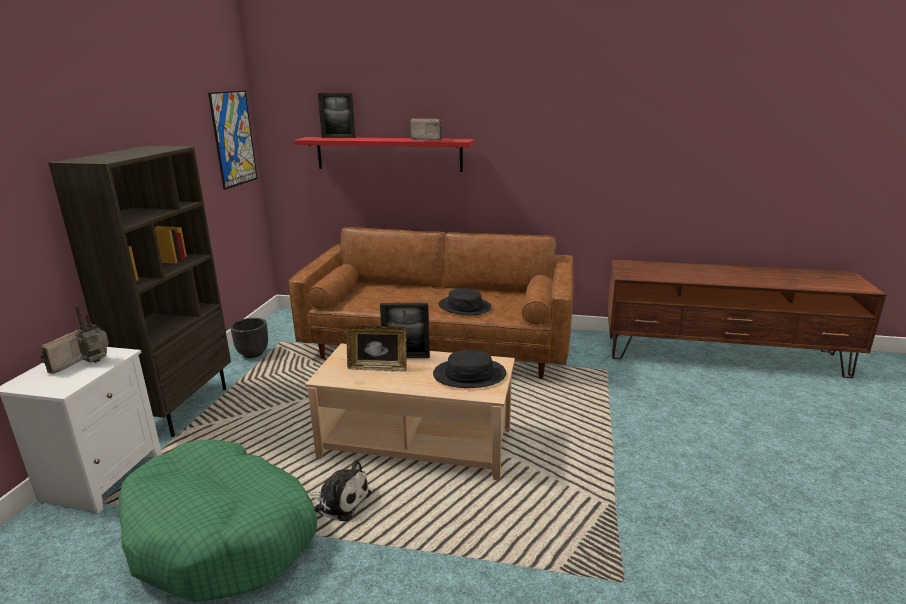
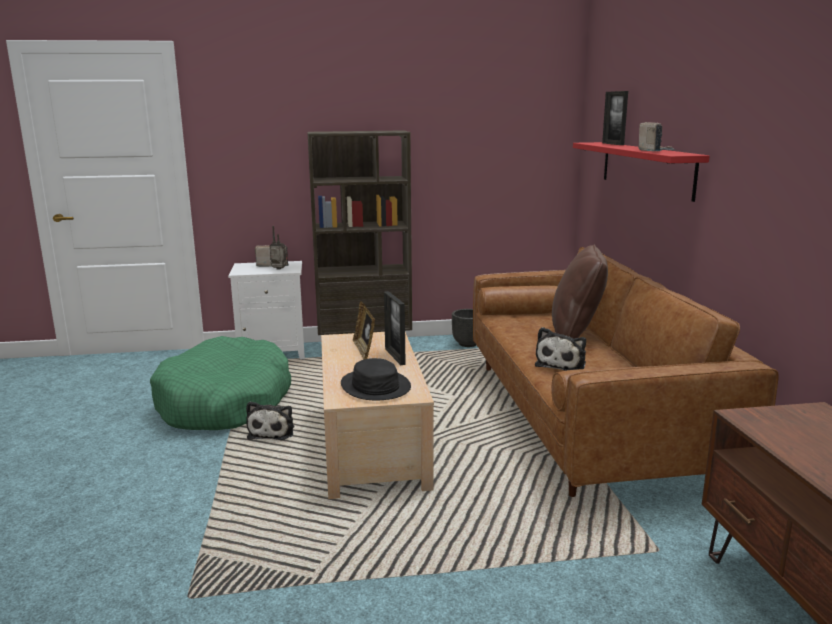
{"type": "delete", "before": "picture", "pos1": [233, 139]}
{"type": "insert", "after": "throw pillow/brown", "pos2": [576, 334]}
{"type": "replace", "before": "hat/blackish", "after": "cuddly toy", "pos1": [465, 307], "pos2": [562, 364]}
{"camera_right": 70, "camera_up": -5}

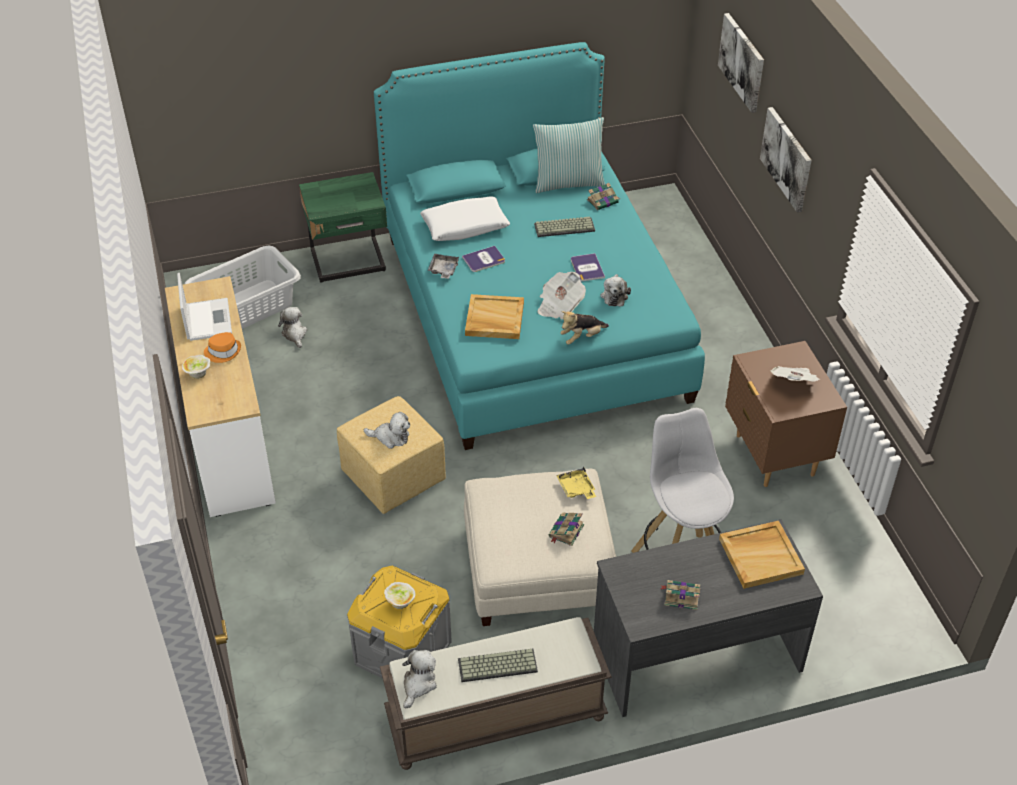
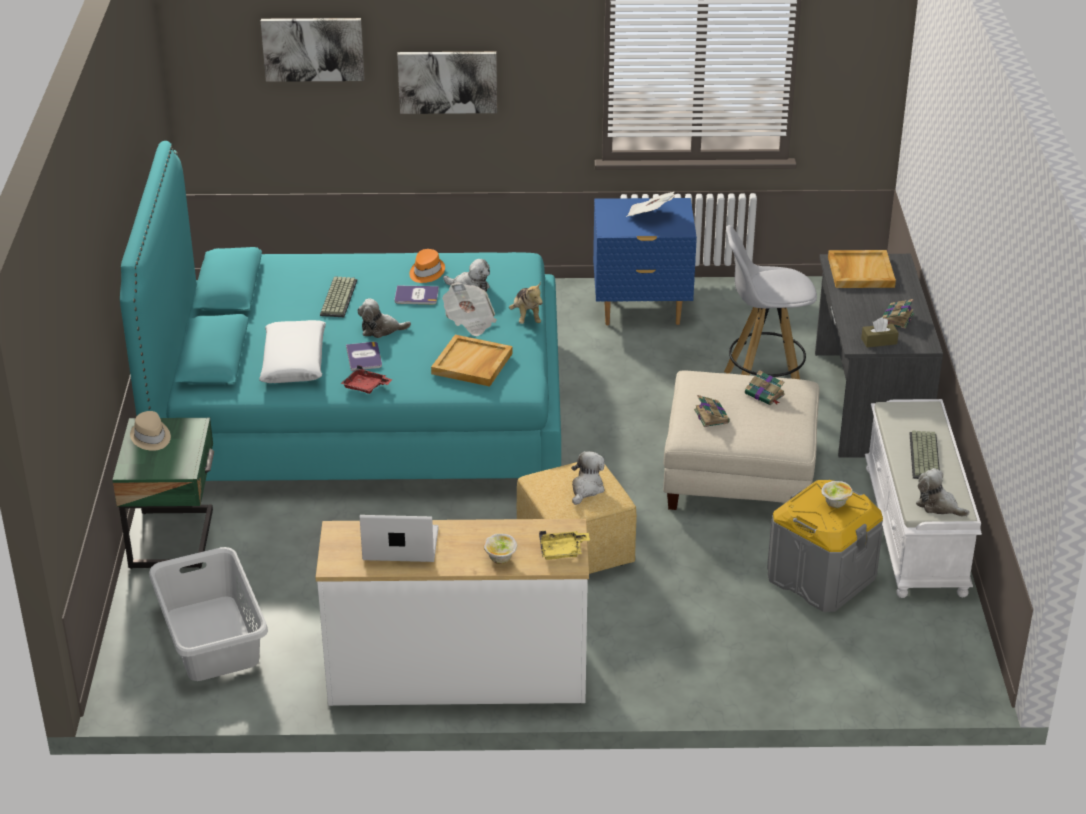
{"type": "delete", "before": "throw pillow", "pos1": [568, 182]}
{"type": "insert", "after": "hat/sand-coloured", "pos2": [151, 437]}
{"type": "insert", "after": "tissue holder/brown", "pos2": [879, 341]}
{"type": "move", "before": "hat/orange", "pos1": [223, 351], "pos2": [426, 272]}
{"type": "move", "before": "cuddly toy", "pos1": [294, 334], "pos2": [381, 329]}
{"type": "move", "before": "serving tray/yellowish", "pos1": [576, 489], "pos2": [562, 551]}
{"type": "move", "before": "bound book", "pos1": [603, 201], "pos2": [711, 416]}
{"type": "recolor", "before": "long seat/brown", "after": "long seat/white", "pos1": [495, 718], "pos2": [916, 531]}
{"type": "recolor", "before": "serving tray/gray", "after": "serving tray/reddish", "pos1": [443, 270], "pos2": [365, 387]}
{"type": "recolor", "before": "night table/brown", "after": "night table/blue", "pos1": [773, 455], "pos2": [641, 311]}
{"camera_right": -75, "camera_up": -10}

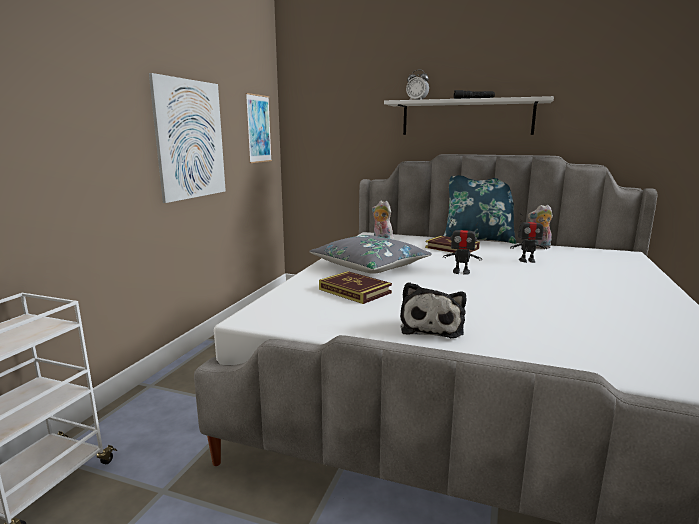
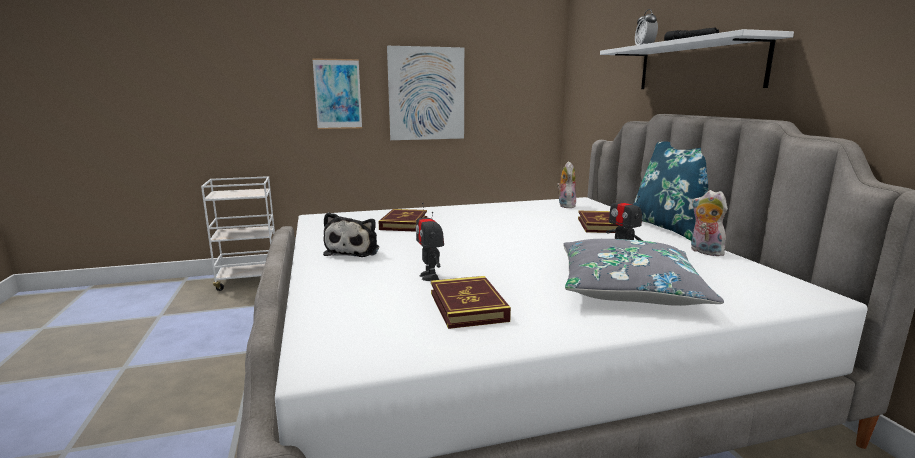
{"type": "insert", "after": "bound book", "pos2": [467, 306]}
{"type": "move", "before": "picture", "pos1": [258, 129], "pos2": [337, 94]}
{"type": "move", "before": "throw pillow/gray", "pos1": [370, 266], "pos2": [629, 288]}
{"type": "move", "before": "robot figure", "pos1": [461, 272], "pos2": [430, 276]}
{"type": "rotate", "before": "cuddly toy", "pos1": [432, 327], "pos2": [354, 251], "turn": -60}
{"camera_right": 55, "camera_up": 0}

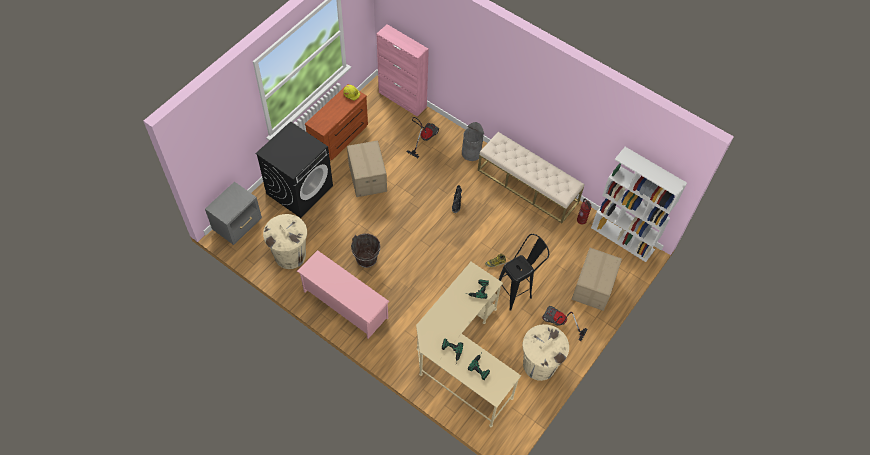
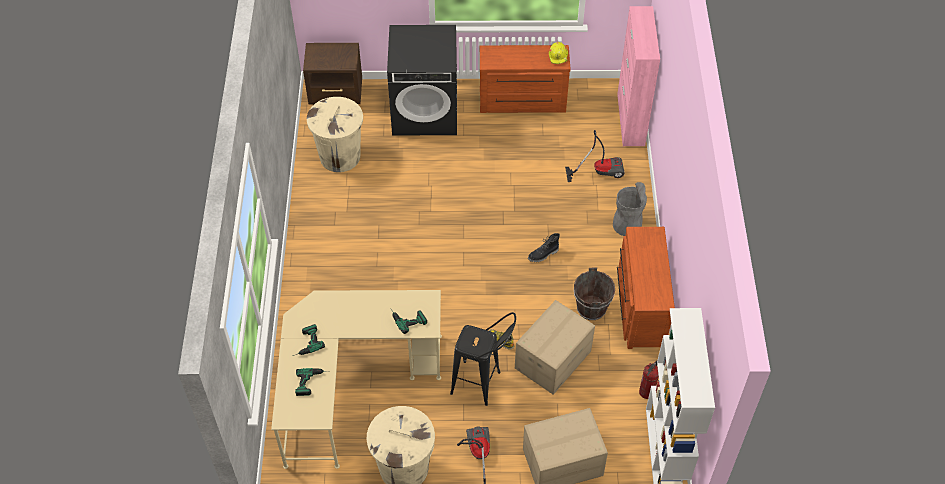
{"type": "delete", "before": "shoe stand/pink-coloured", "pos1": [345, 304]}
{"type": "move", "before": "cardboard box", "pos1": [367, 178], "pos2": [552, 359]}
{"type": "move", "before": "bucket/brown", "pos1": [366, 259], "pos2": [591, 308]}
{"type": "replace", "before": "long seat/sand-coloured", "after": "dresser/brown", "pos1": [528, 186], "pos2": [639, 307]}
{"type": "recolor", "before": "night table/gray", "after": "night table/brown", "pos1": [238, 225], "pos2": [337, 95]}
{"camera_right": 55, "camera_up": -5}

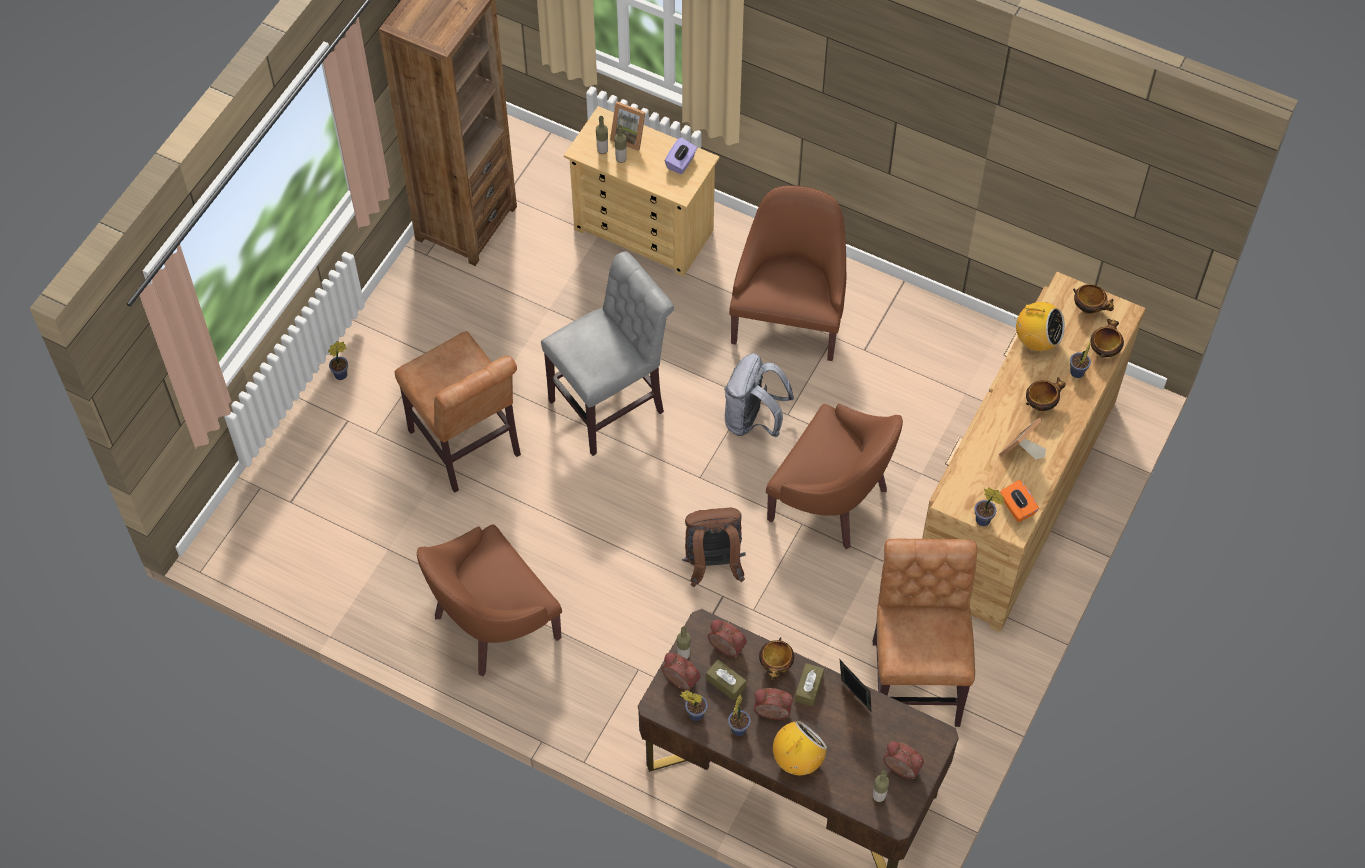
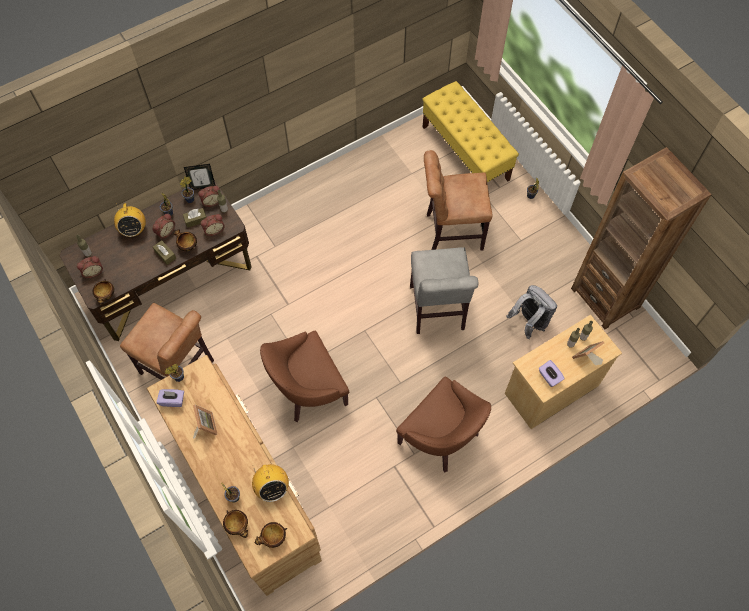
{"type": "delete", "before": "easy chair/brown", "pos1": [491, 623]}
{"type": "delete", "before": "knapsack/brown", "pos1": [713, 565]}
{"type": "insert", "after": "long seat/yellowish", "pos2": [465, 153]}
{"type": "move", "before": "knapsack/gray", "pos1": [753, 420], "pos2": [529, 322]}
{"type": "move", "before": "picture frame", "pos1": [853, 698], "pos2": [203, 186]}
{"type": "move", "before": "bowl", "pos1": [1041, 404], "pos2": [106, 296]}
{"type": "recolor", "before": "tissue holder/orange", "after": "tissue holder/purple-coloured", "pos1": [1017, 508], "pos2": [172, 400]}
{"type": "rotate", "before": "radio set", "pos1": [1036, 341], "pos2": [272, 487], "turn": -75}
{"camera_right": 120, "camera_up": 5}

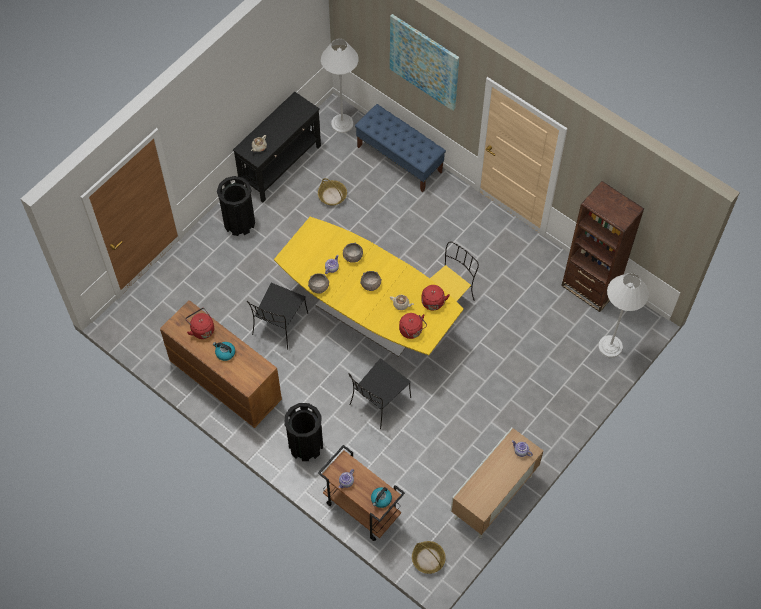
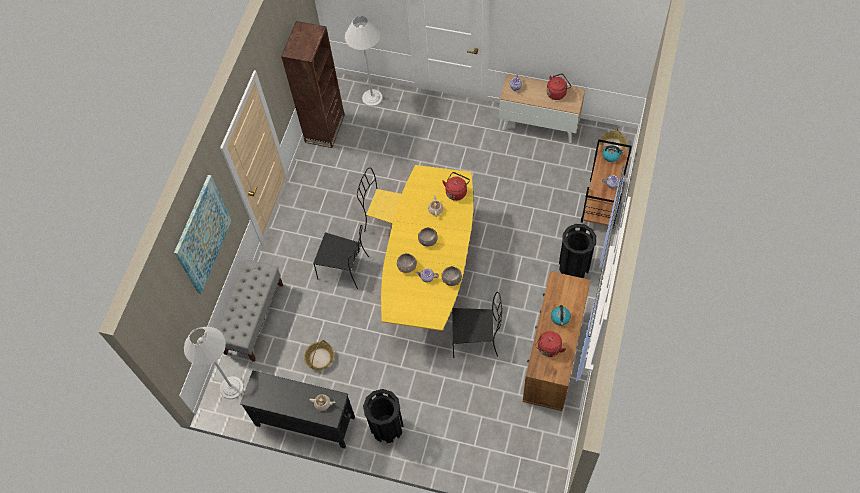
{"type": "move", "before": "chair/blackish", "pos1": [379, 402], "pos2": [344, 268]}
{"type": "move", "before": "tea kettle/reddish", "pos1": [433, 303], "pos2": [557, 92]}
{"type": "recolor", "before": "long seat/blue", "after": "long seat/gray", "pos1": [400, 159], "pos2": [254, 318]}
{"camera_right": -110, "camera_up": 0}

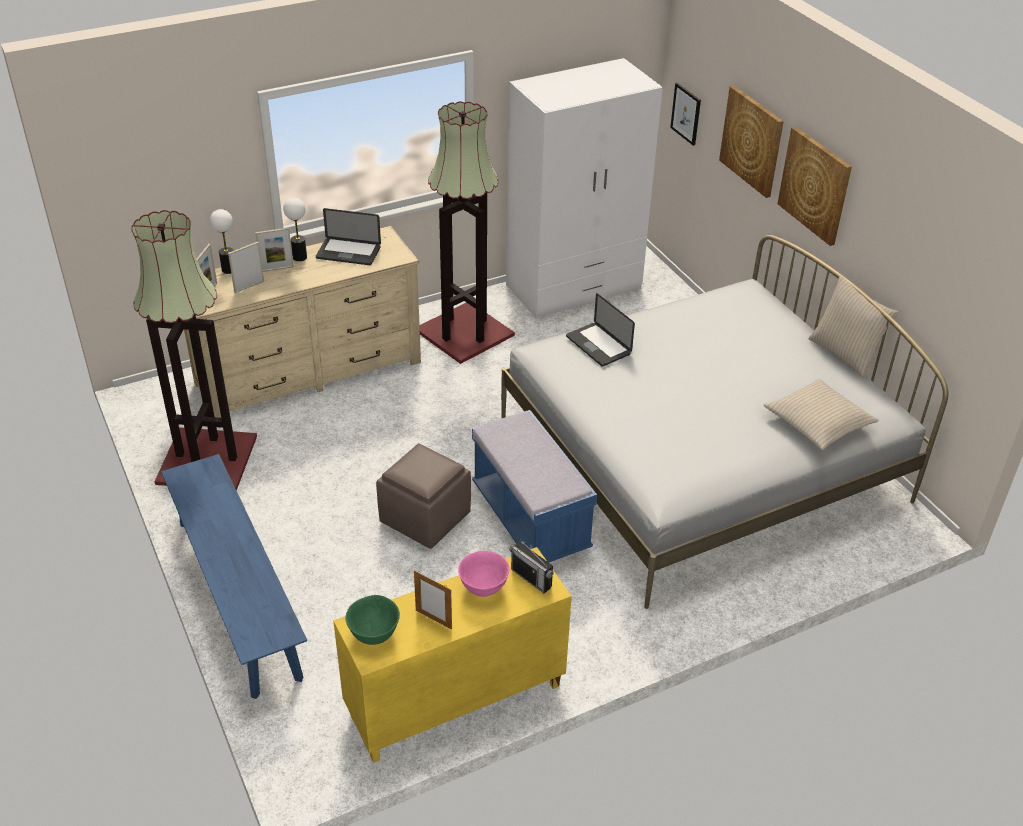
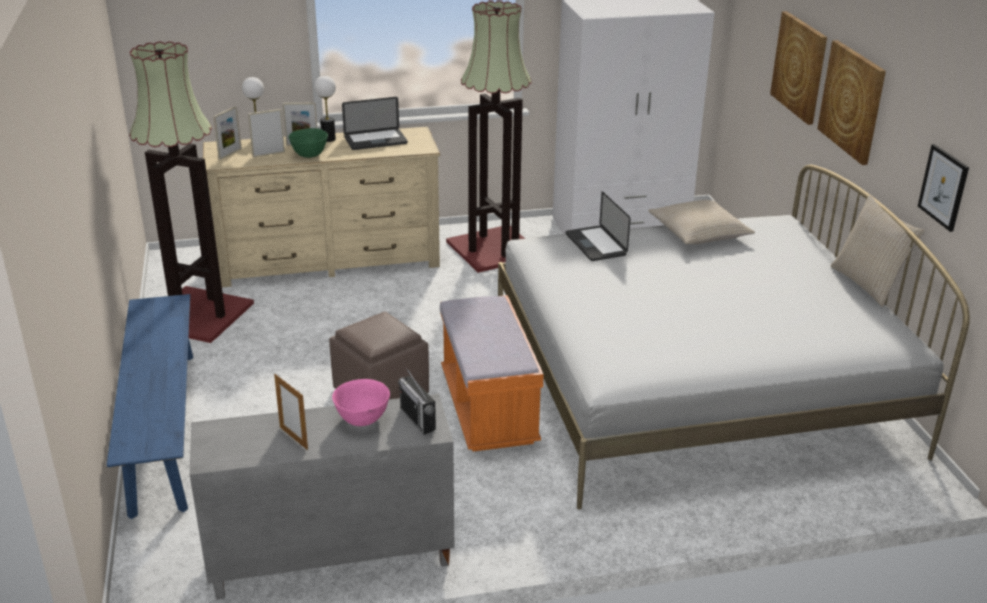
{"type": "move", "before": "bowl/green", "pos1": [374, 633], "pos2": [309, 154]}
{"type": "move", "before": "picture", "pos1": [686, 113], "pos2": [943, 187]}
{"type": "move", "before": "throw pillow/sand-coloured", "pos1": [818, 422], "pos2": [698, 232]}
{"type": "recolor", "before": "storage cabinet/yellowish", "after": "storage cabinet/gray", "pos1": [455, 702], "pos2": [330, 559]}
{"type": "recolor", "before": "long seat/blue", "after": "long seat/orange", "pos1": [530, 518], "pos2": [488, 409]}
{"type": "rotate", "before": "notebook computer", "pos1": [348, 253], "pos2": [375, 141], "turn": -45}
{"camera_right": 15, "camera_up": -10}

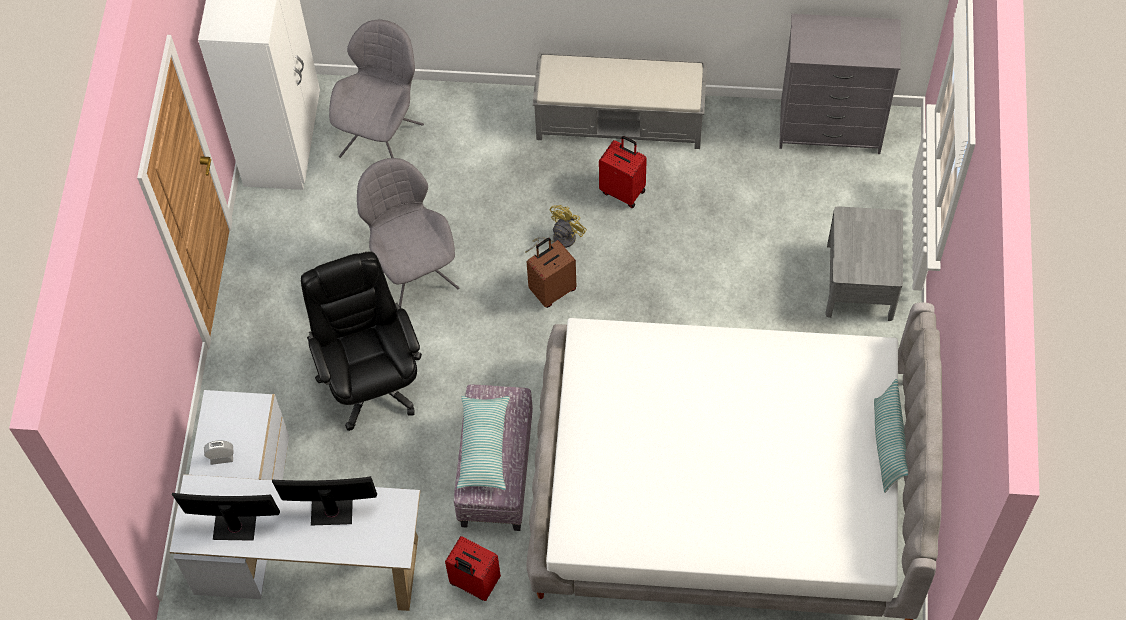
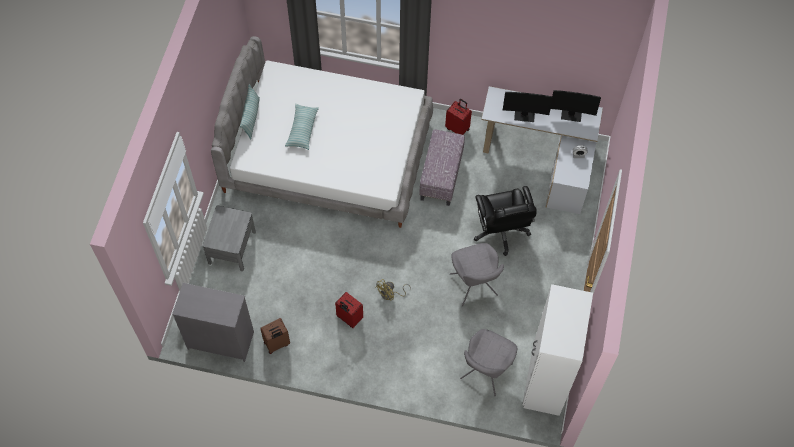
{"type": "delete", "before": "long seat/gray", "pos1": [621, 121]}
{"type": "move", "before": "throw pillow", "pos1": [484, 447], "pos2": [302, 129]}
{"type": "move", "before": "travel case/brown", "pos1": [552, 290], "pos2": [277, 344]}
{"camera_right": -175, "camera_up": 0}

